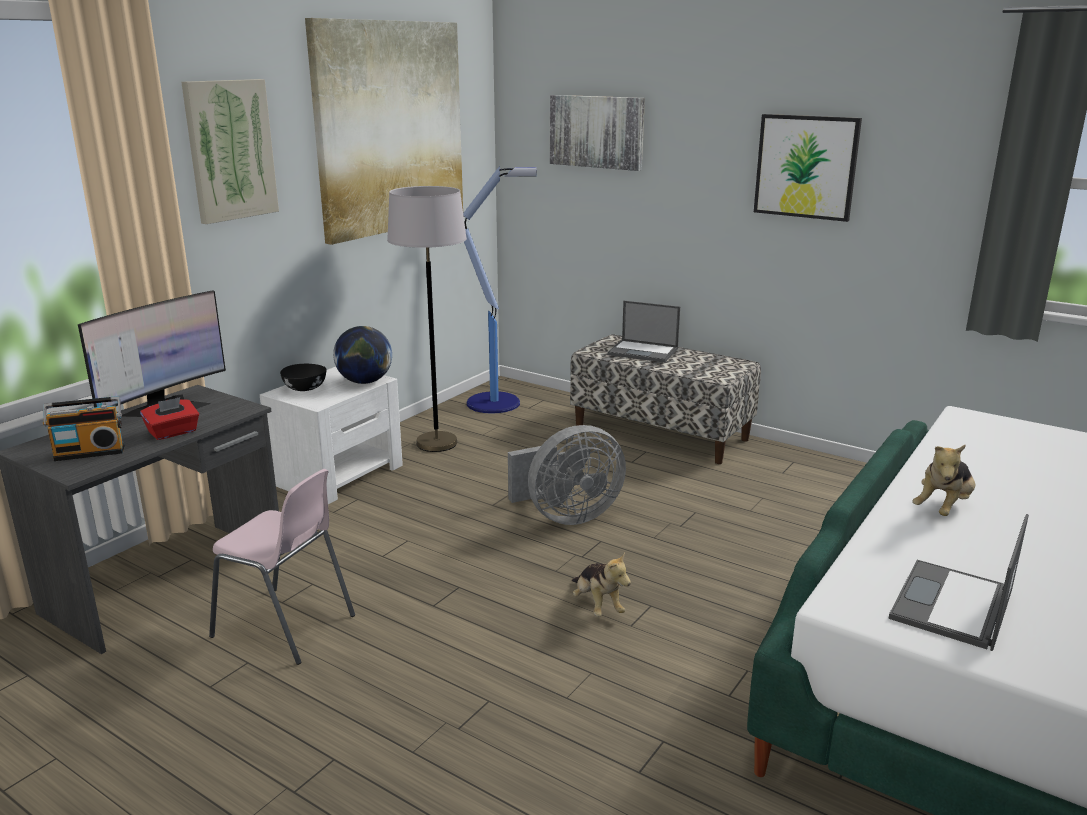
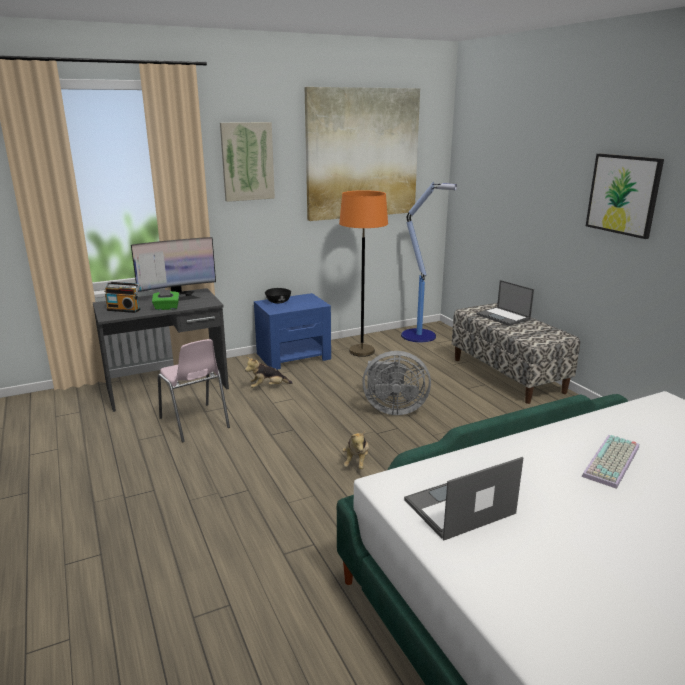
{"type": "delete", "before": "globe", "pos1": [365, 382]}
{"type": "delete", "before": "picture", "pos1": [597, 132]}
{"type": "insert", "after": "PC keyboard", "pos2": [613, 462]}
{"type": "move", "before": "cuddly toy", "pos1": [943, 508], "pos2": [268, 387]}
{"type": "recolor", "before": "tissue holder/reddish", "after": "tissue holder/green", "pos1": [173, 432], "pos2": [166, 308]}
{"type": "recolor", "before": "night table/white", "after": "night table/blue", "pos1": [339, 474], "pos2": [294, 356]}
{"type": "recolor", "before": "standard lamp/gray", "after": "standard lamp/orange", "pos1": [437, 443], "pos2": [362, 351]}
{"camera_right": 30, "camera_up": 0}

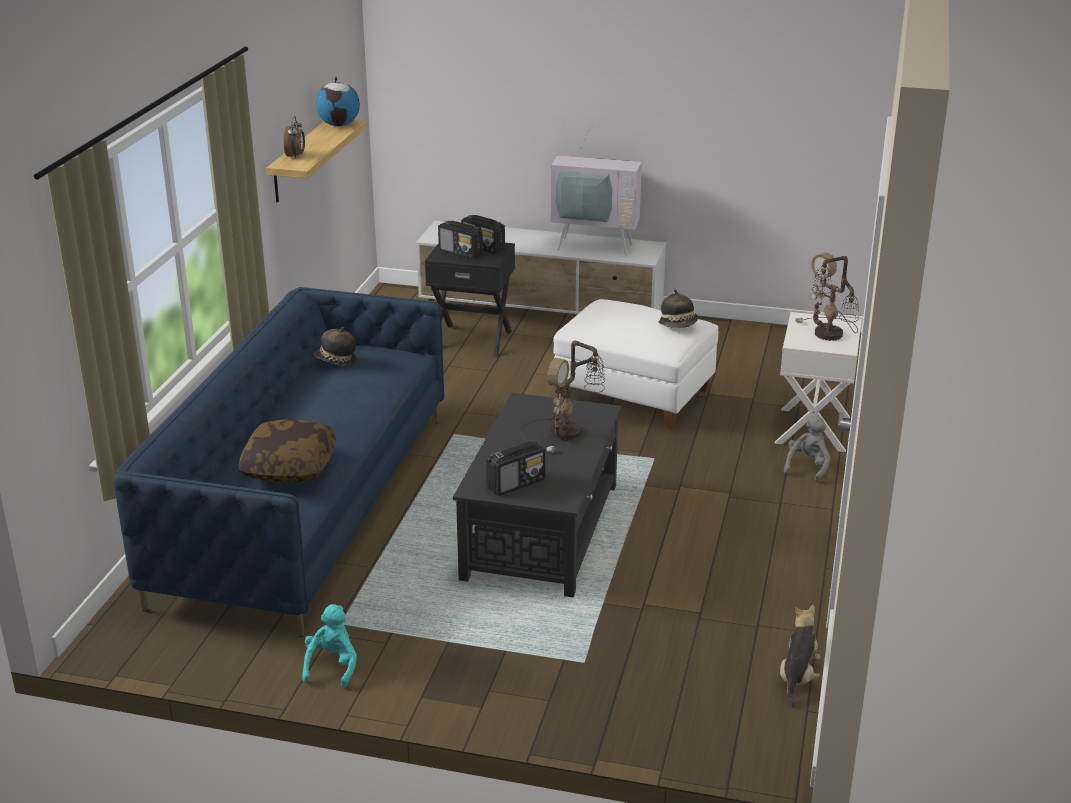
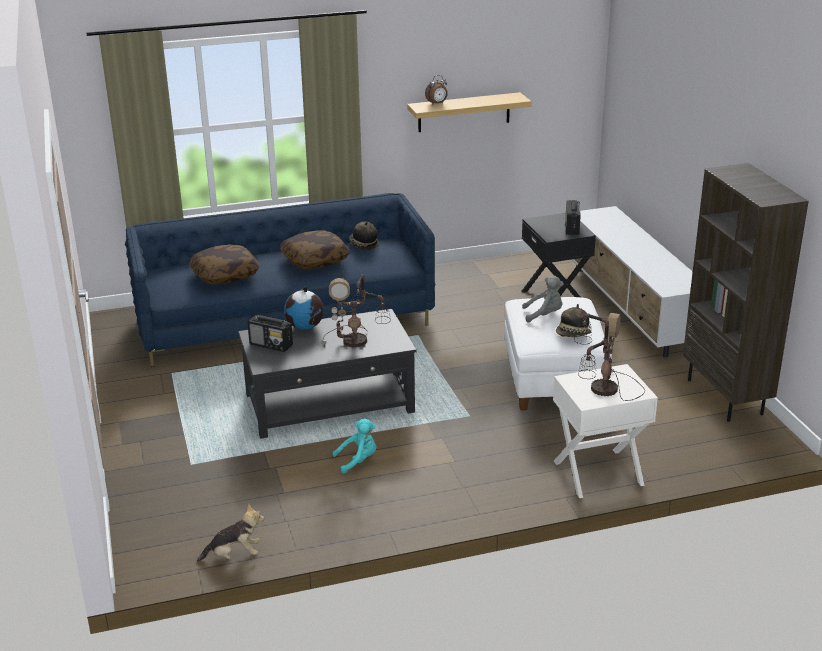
{"type": "delete", "before": "radio set", "pos1": [461, 253]}
{"type": "delete", "before": "TV", "pos1": [596, 244]}
{"type": "insert", "after": "throw pillow", "pos2": [315, 260]}
{"type": "insert", "after": "shelving unit/brown", "pos2": [726, 397]}
{"type": "move", "before": "cuddly toy/turquoise", "pos1": [332, 666], "pos2": [358, 460]}
{"type": "move", "before": "globe", "pos1": [339, 125], "pos2": [305, 327]}
{"type": "move", "before": "cuddly toy/gray", "pos1": [807, 467], "pos2": [544, 315]}
{"camera_right": 60, "camera_up": 0}

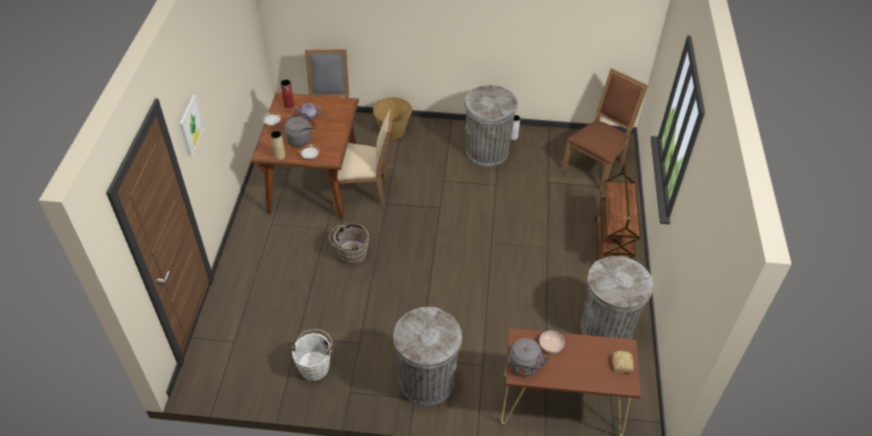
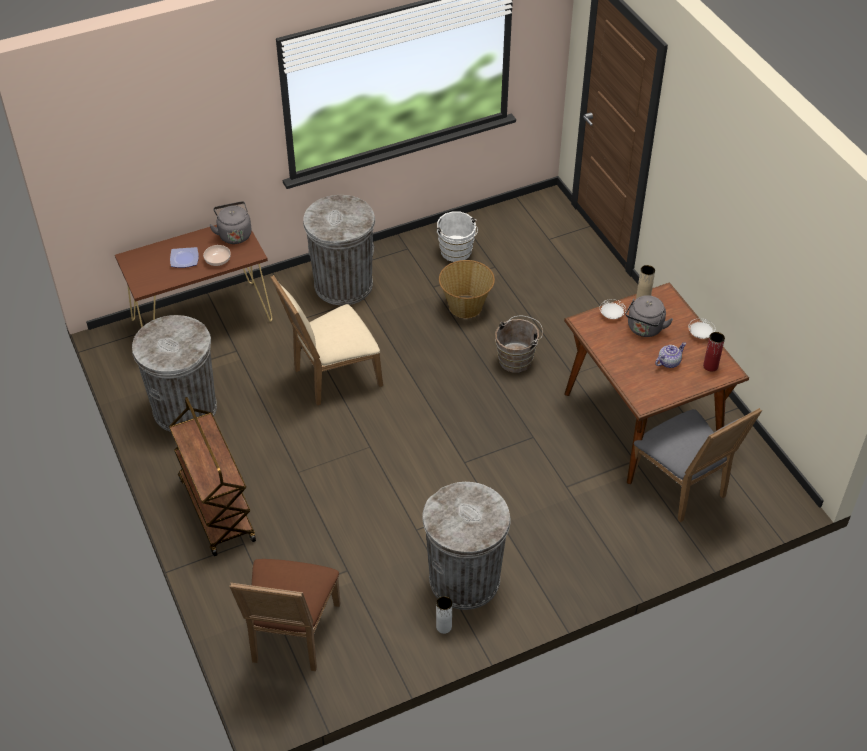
{"type": "delete", "before": "picture", "pos1": [190, 125]}
{"type": "delete", "before": "bakery bread", "pos1": [621, 364]}
{"type": "insert", "after": "plate", "pos2": [184, 259]}
{"type": "move", "before": "chair/sand-coloured", "pos1": [364, 189], "pos2": [332, 377]}
{"type": "move", "before": "basket", "pos1": [393, 130], "pos2": [466, 307]}
{"camera_right": 150, "camera_up": 0}

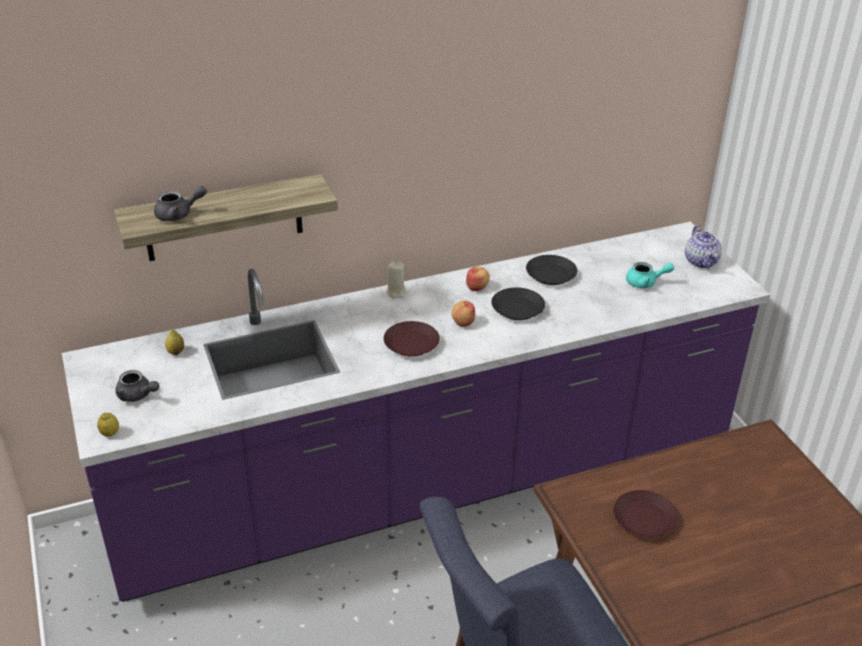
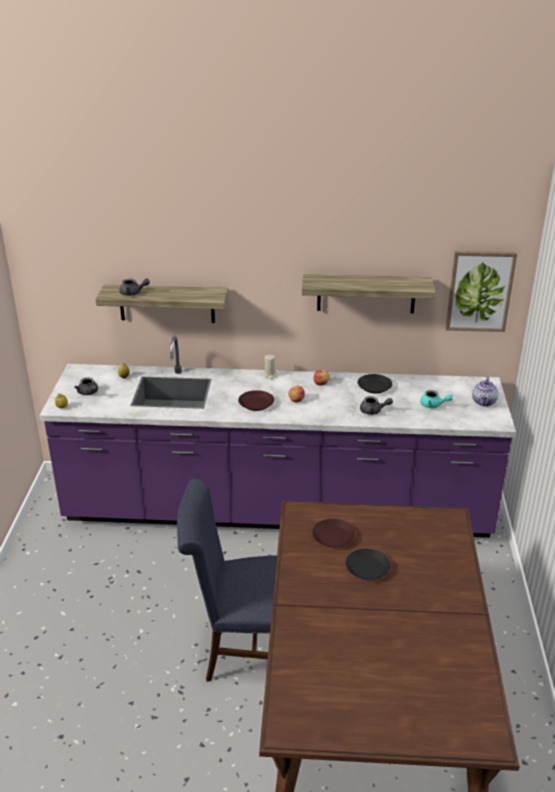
{"type": "insert", "after": "shelf", "pos2": [366, 293]}
{"type": "insert", "after": "teapot/gray", "pos2": [373, 411]}
{"type": "insert", "after": "picture", "pos2": [479, 291]}
{"type": "move", "before": "plate/blackish", "pos1": [518, 309], "pos2": [367, 568]}
{"camera_right": 25, "camera_up": -5}

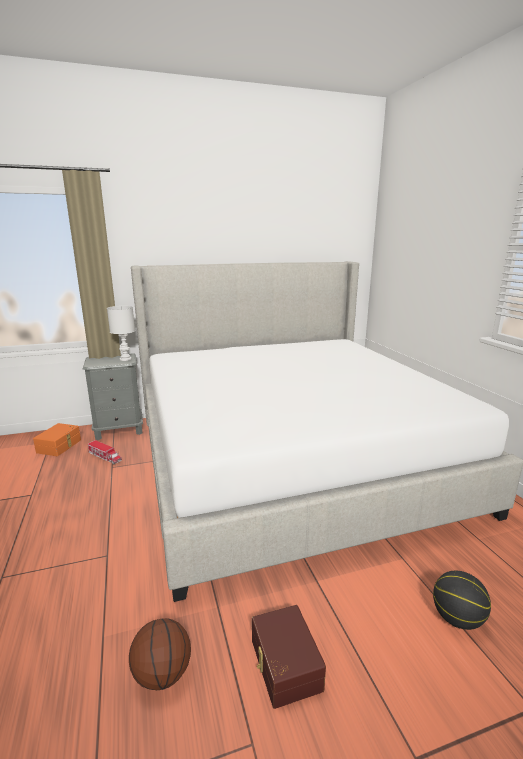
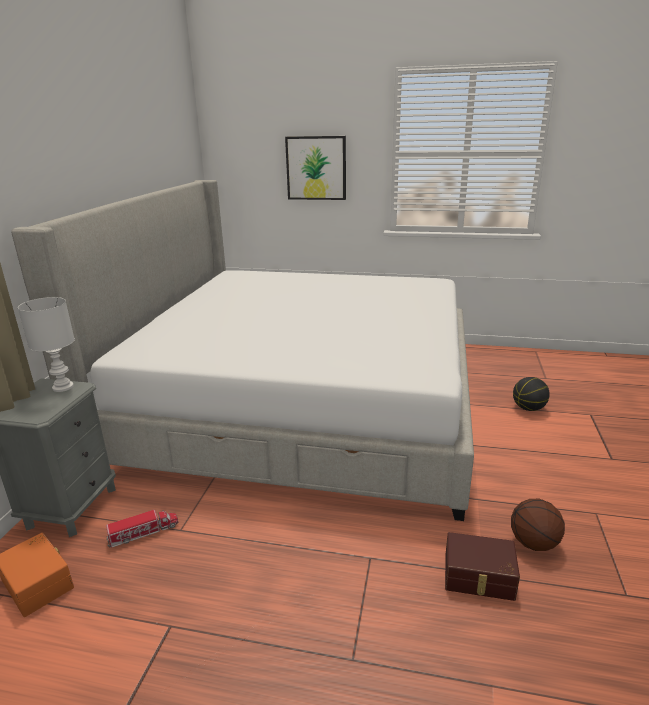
{"type": "insert", "after": "picture", "pos2": [316, 168]}
{"type": "move", "before": "storage bin/brown", "pos1": [284, 665], "pos2": [479, 577]}
{"camera_right": -60, "camera_up": 5}

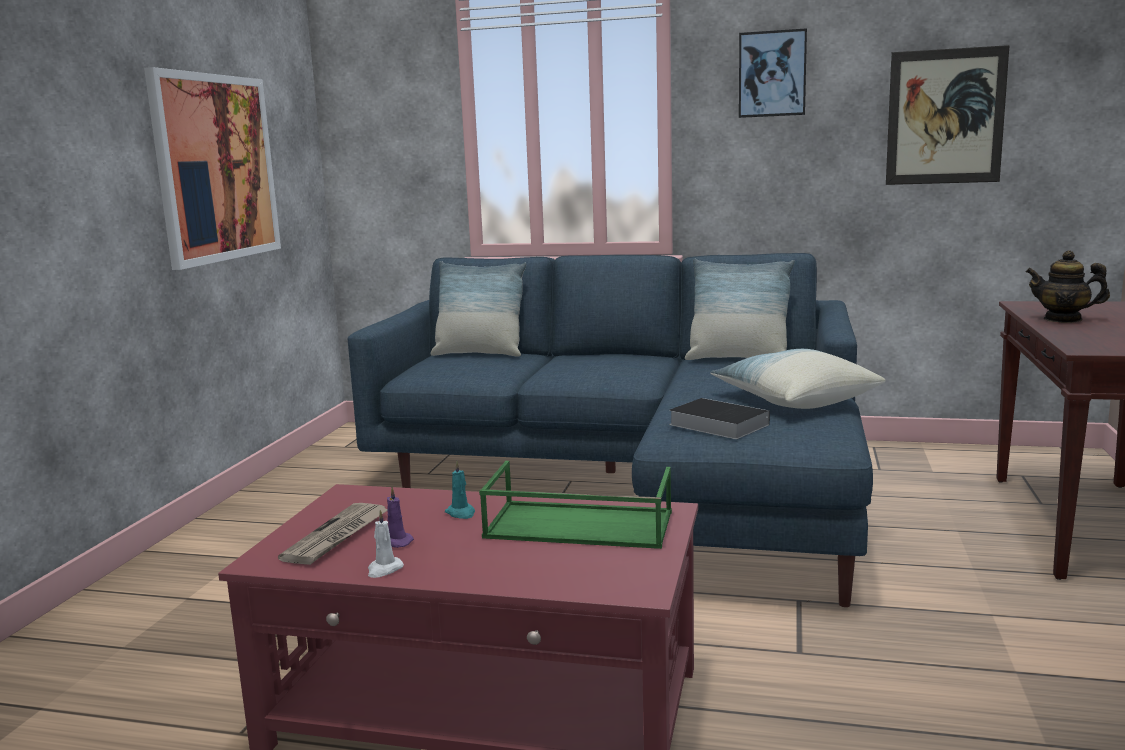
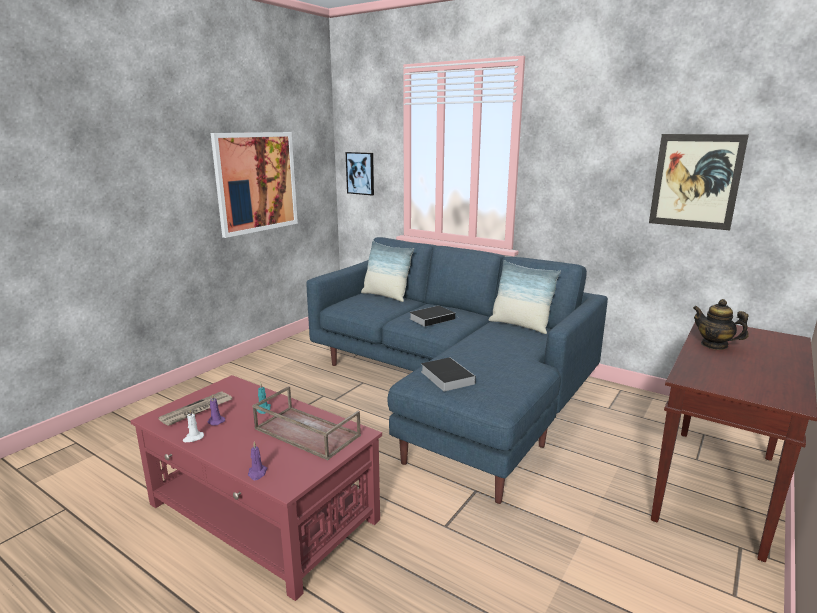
{"type": "delete", "before": "throw pillow", "pos1": [794, 400]}
{"type": "insert", "after": "wax candle/purple-coloured", "pos2": [257, 473]}
{"type": "insert", "after": "bound book", "pos2": [433, 318]}
{"type": "move", "before": "picture", "pos1": [772, 74], "pos2": [360, 173]}
{"type": "recolor", "before": "serving tray/green", "after": "serving tray/brown", "pos1": [576, 526], "pos2": [305, 432]}
{"camera_right": 20, "camera_up": 5}

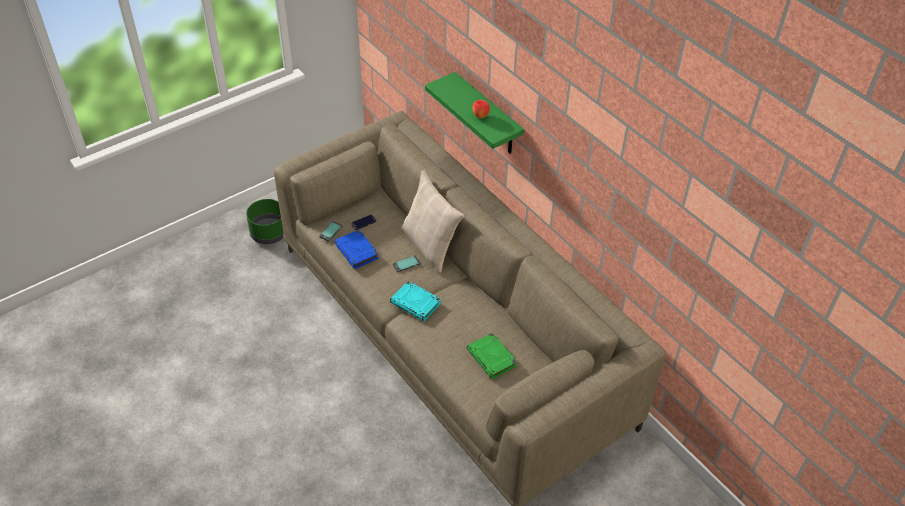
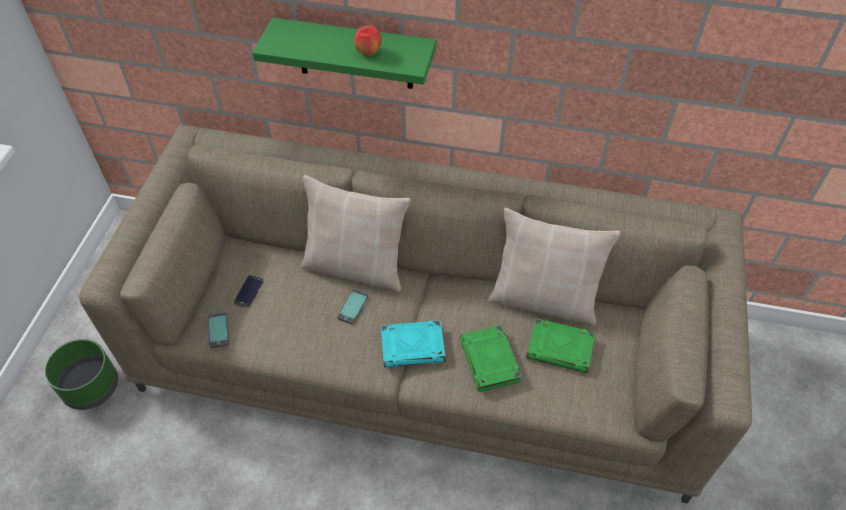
{"type": "delete", "before": "bound book/blue", "pos1": [357, 252]}
{"type": "insert", "after": "bound book/green", "pos2": [490, 361]}
{"type": "insert", "after": "throw pillow/sand-coloured", "pos2": [544, 299]}
{"camera_right": -40, "camera_up": 5}

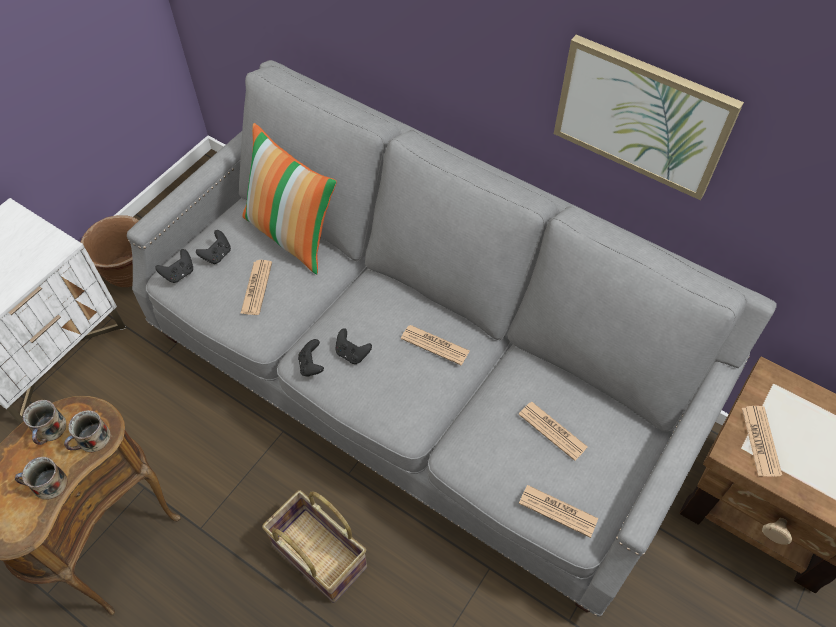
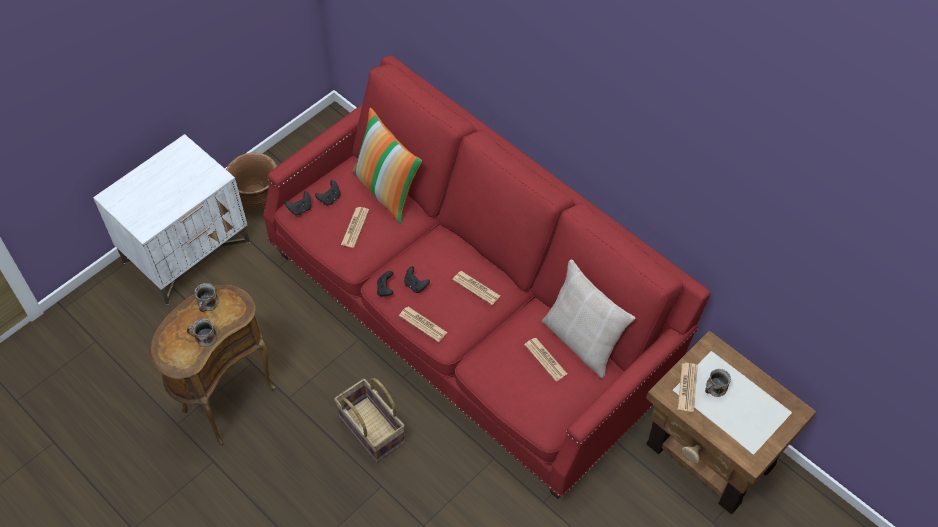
{"type": "delete", "before": "picture", "pos1": [642, 116]}
{"type": "insert", "after": "throw pillow/sand-coloured", "pos2": [582, 341]}
{"type": "move", "before": "coffee mug", "pos1": [93, 439], "pos2": [715, 388]}
{"type": "move", "before": "printed paper", "pos1": [558, 511], "pos2": [423, 324]}
{"type": "recolor", "before": "sofa/gray", "after": "sofa/reddish", "pos1": [419, 382], "pos2": [470, 317]}
{"camera_right": 10, "camera_up": 0}

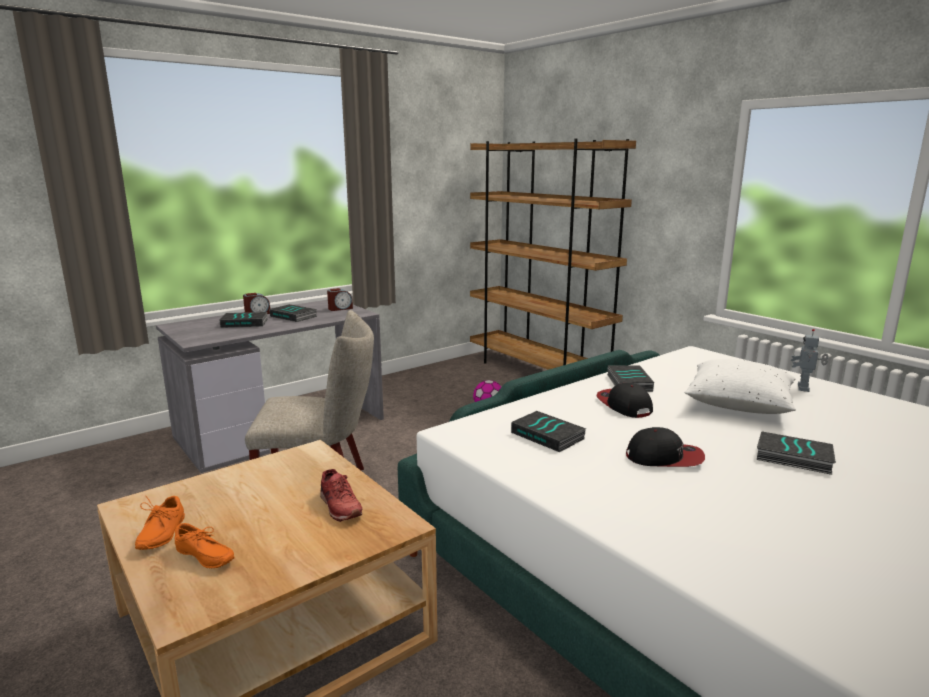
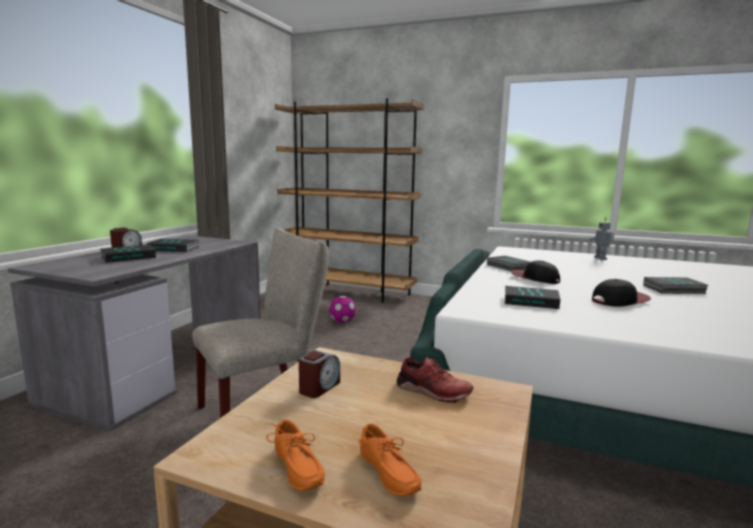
{"type": "delete", "before": "throw pillow/white", "pos1": [738, 405]}
{"type": "move", "before": "bedside clock", "pos1": [340, 308], "pos2": [319, 387]}
{"type": "rotate", "before": "item of footwear/orange", "pos1": [203, 558], "pos2": [385, 474], "turn": 60}
{"camera_right": -30, "camera_up": -5}

